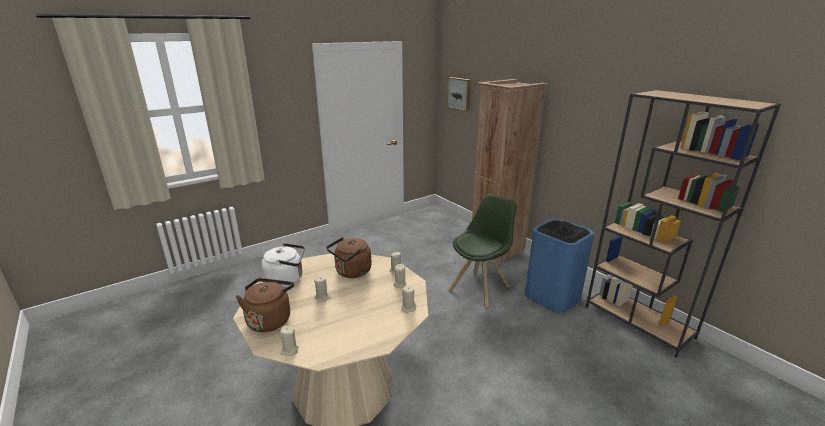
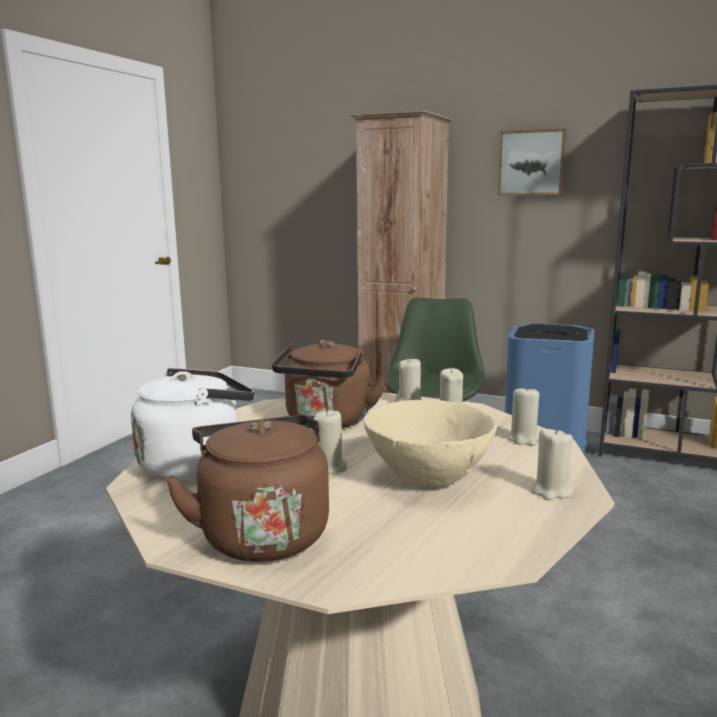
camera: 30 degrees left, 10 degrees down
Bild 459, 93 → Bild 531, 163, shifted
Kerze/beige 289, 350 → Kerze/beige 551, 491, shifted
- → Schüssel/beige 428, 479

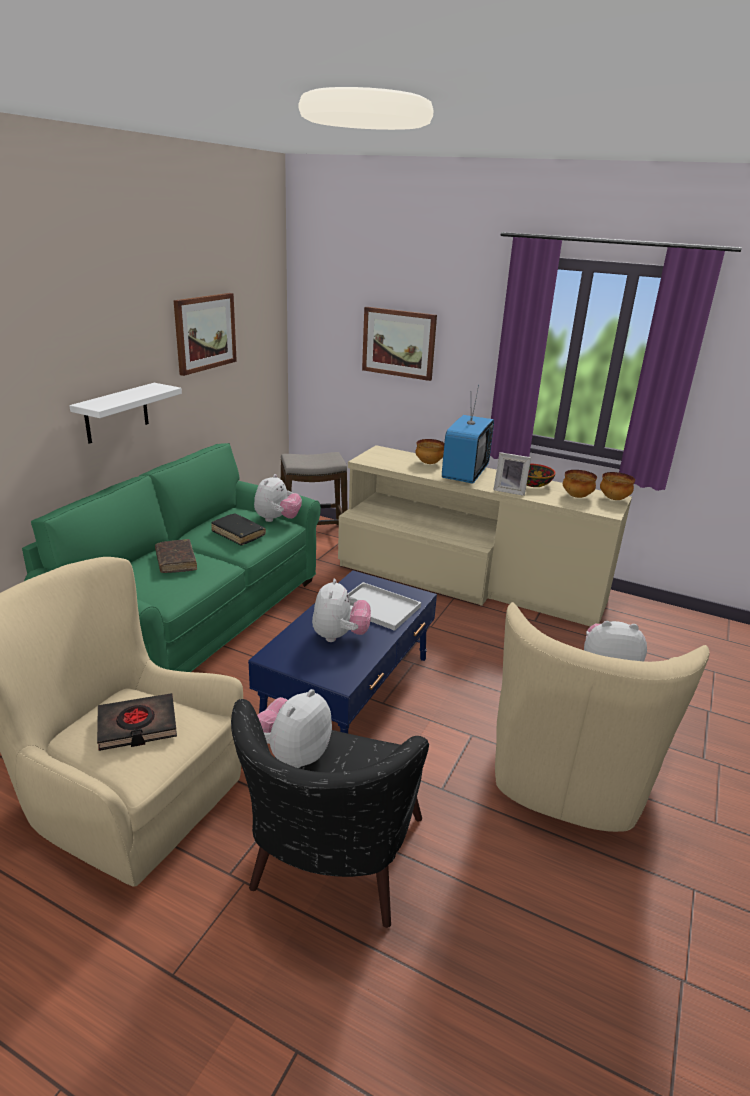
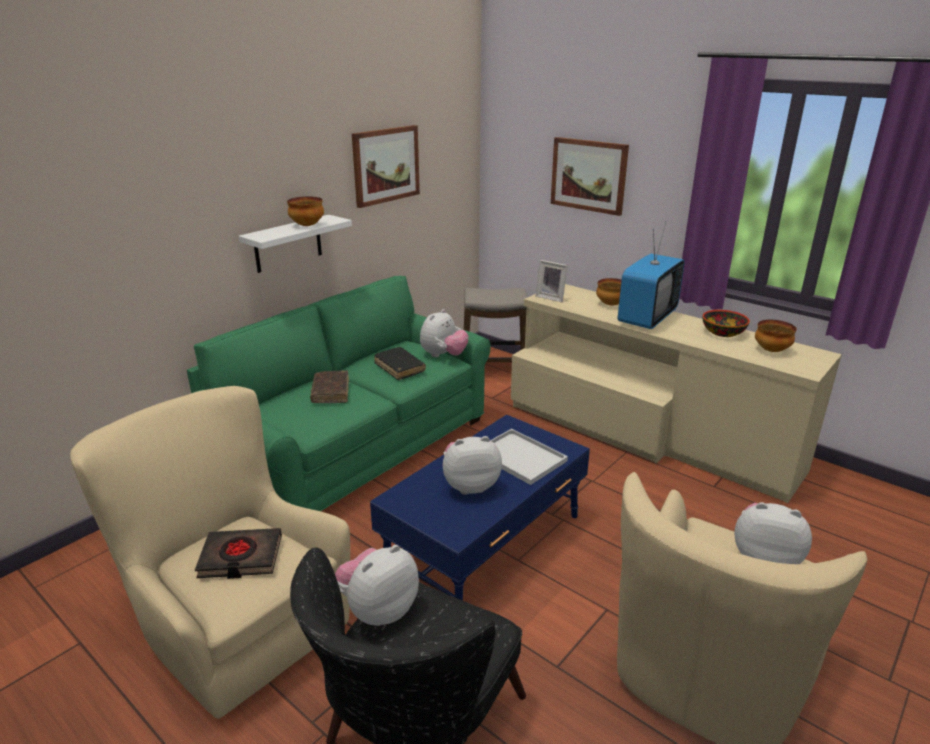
camera: 15 degrees right, 0 degrees up
Bilderrahmen 510, 491 → Bilderrahmen 551, 297, shifted
Schüssel 614, 499 → Schüssel 308, 225, shifted
Plüschtier 340, 636 → Plüschtier 470, 485, 120 degrees counterclockwise

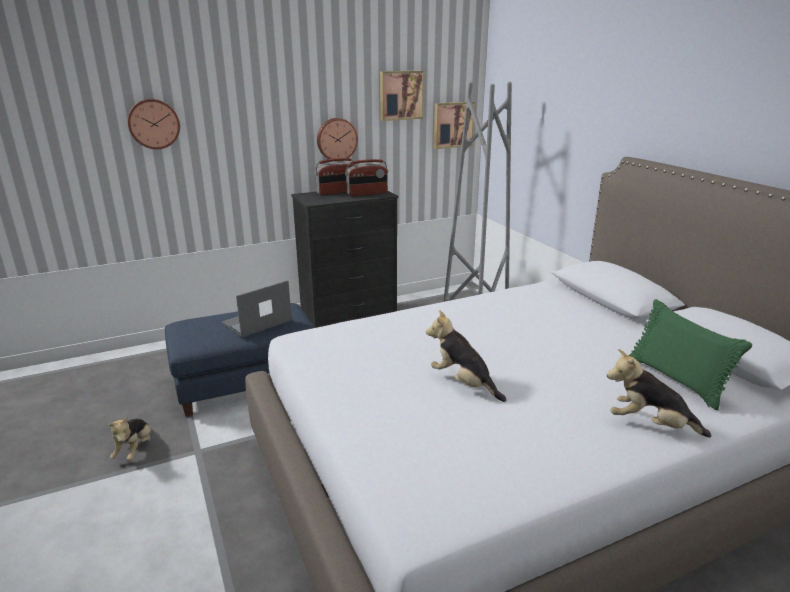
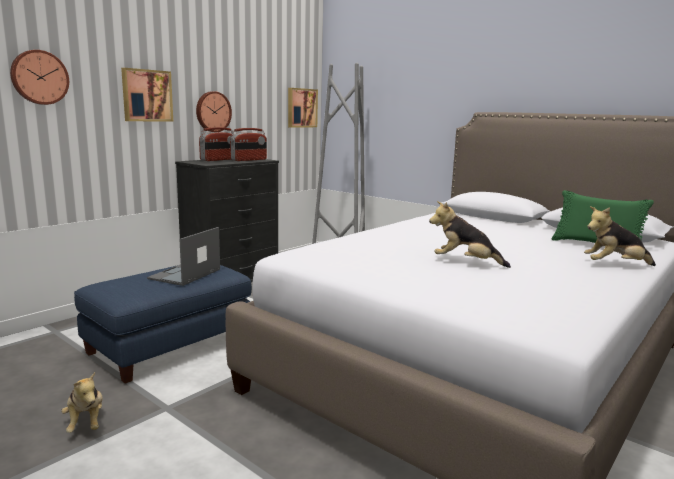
camera: 25 degrees left, 10 degrees down
Bild 401, 95 → Bild 146, 95, shifted

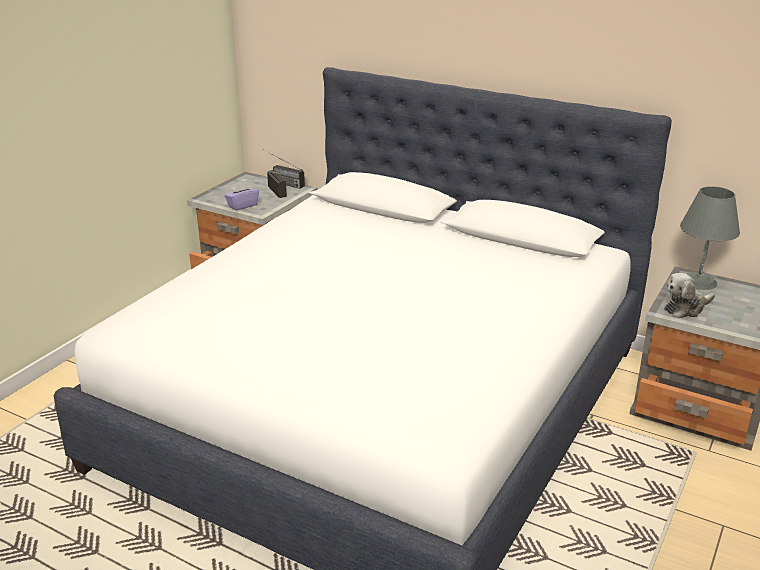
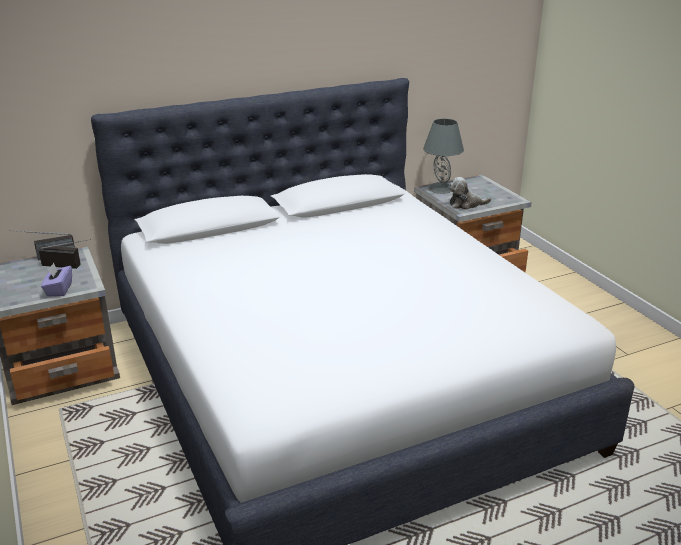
camera: 55 degrees left, 0 degrees up
Plüschtier 686, 308 → Plüschtier 466, 204, 75 degrees clockwise

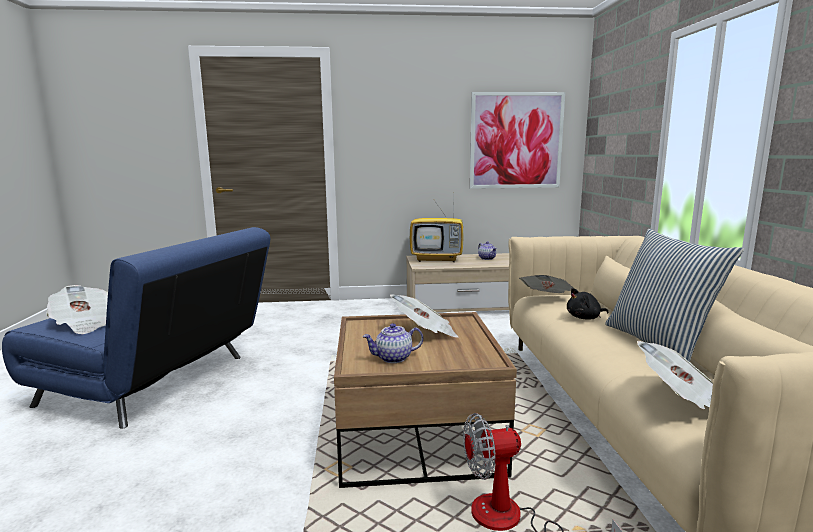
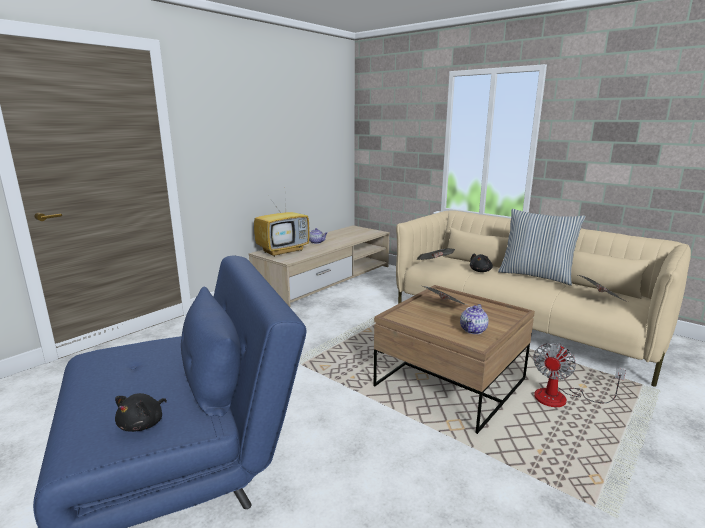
camera: 45 degrees left, 5 degrees up
Bild 516, 141 → -
Zeitung 85, 324 → Plüschtier/schwarz 143, 424

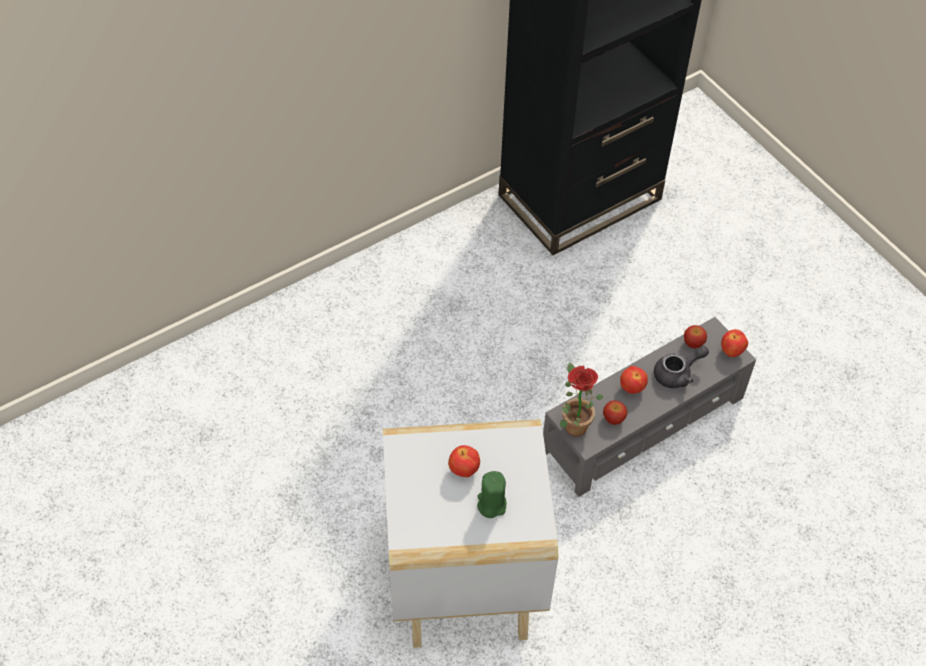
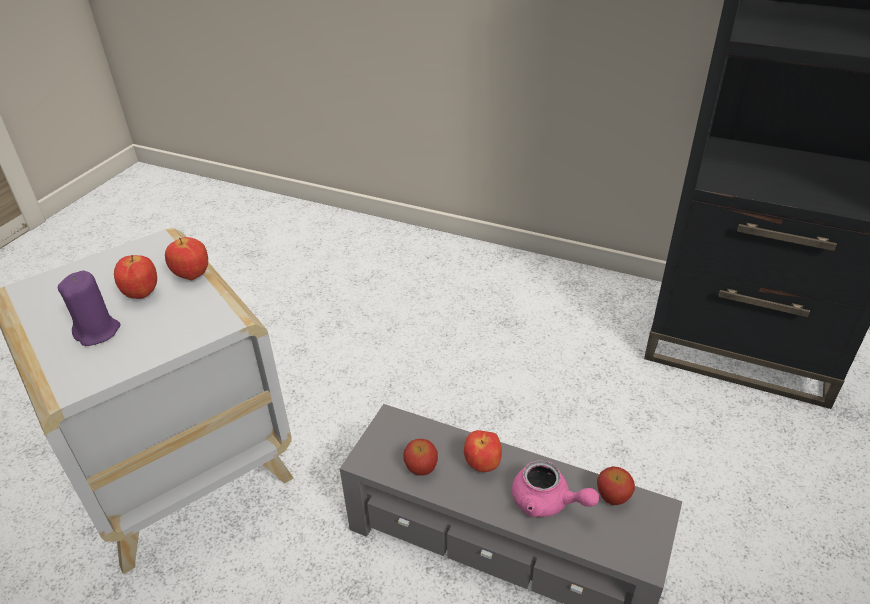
camera: 60 degrees right, 15 degrees down
Apfel 731, 352 → Apfel 191, 276, shifted
Teekanne/grau 677, 374 → Teekanne/rosa 547, 502
Topfpflanze 572, 423 → -
Kerze/grün 491, 504 → Kerze/lila 98, 332

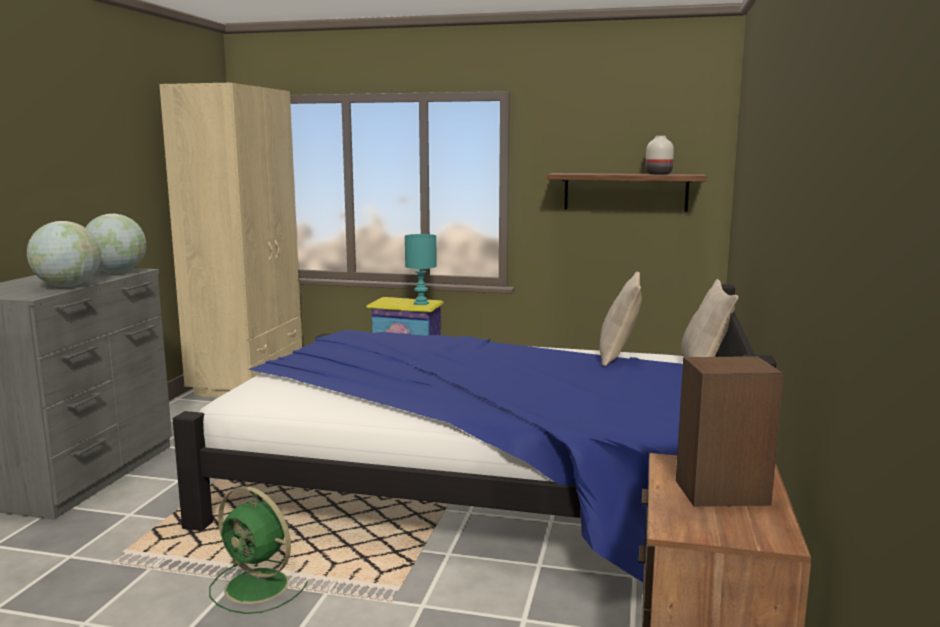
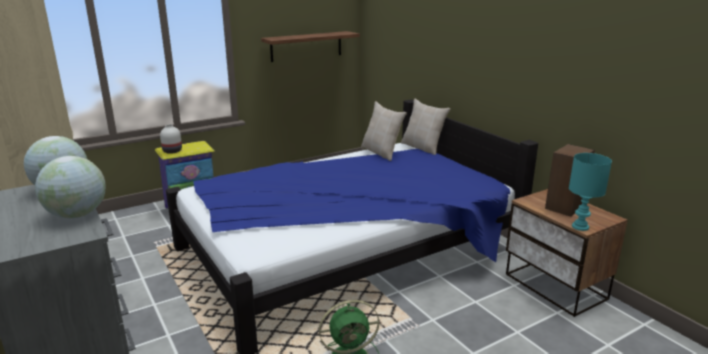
camera: 45 degrees left, 10 degrees up
Vase/weiß 658, 174 → Vase/weiß 172, 151, shifted
Tischlampe/türkis 421, 303 → Tischlampe/türkis 581, 227, shifted

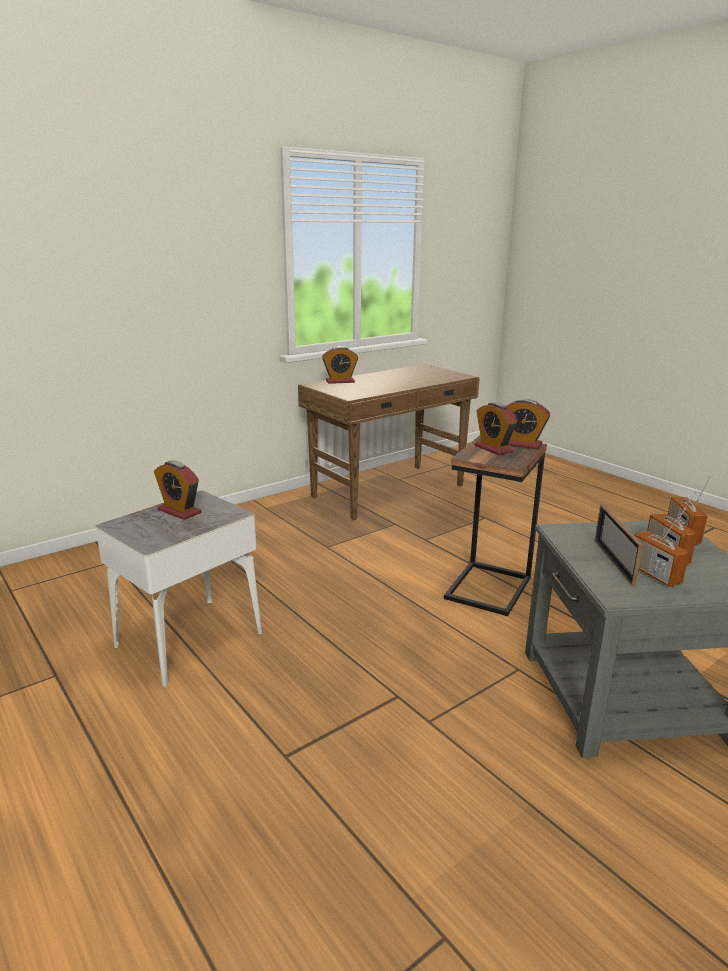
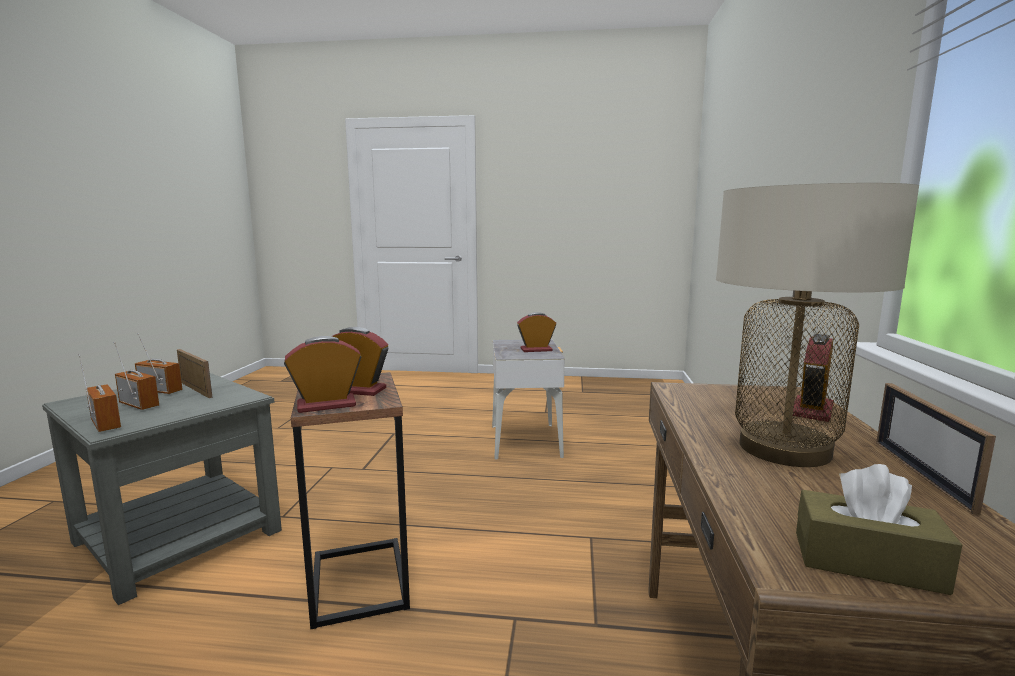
camera: 135 degrees right, 10 degrees down
- → Tischlampe 784, 449
- → Bilderrahmen 921, 473
- → Taschentuchbox/braun 867, 561

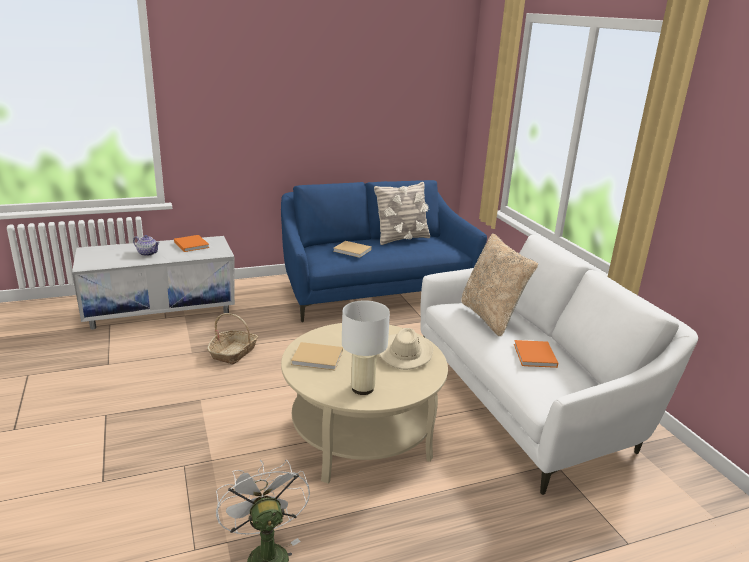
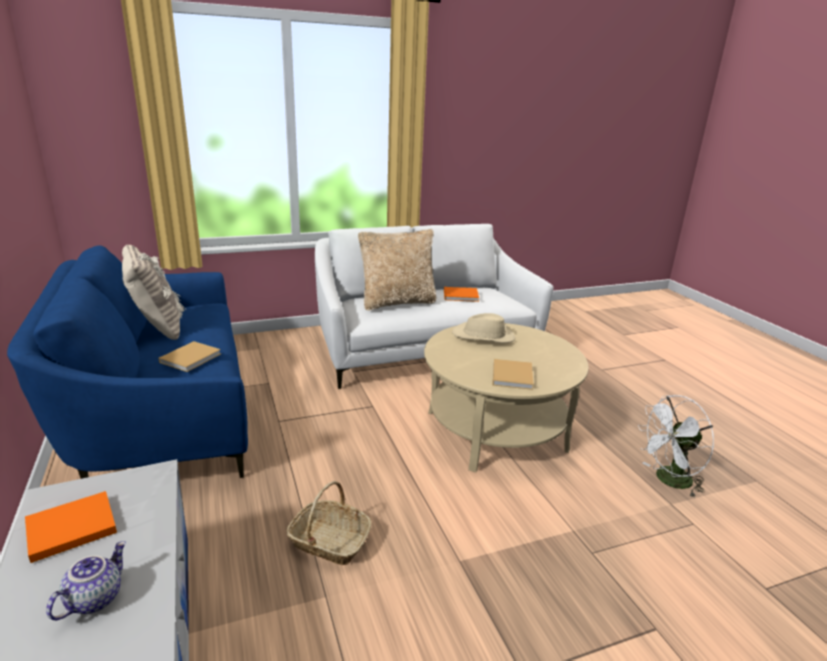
camera: 90 degrees left, 0 degrees up
Tischlampe/weiß 362, 389 → -

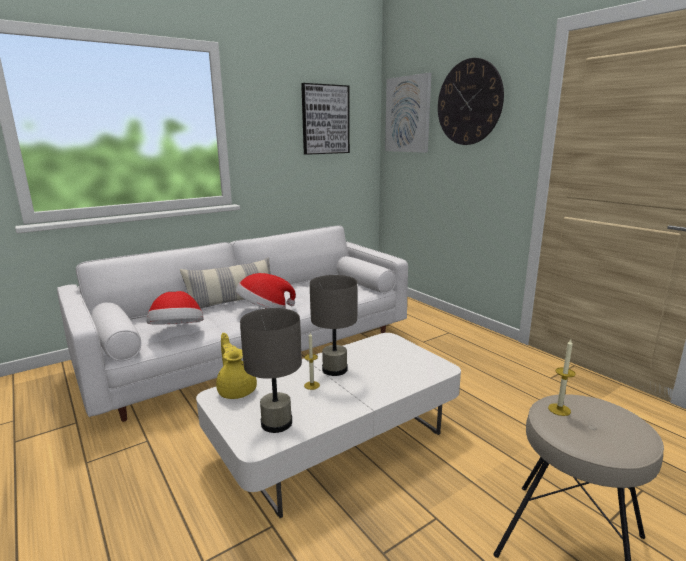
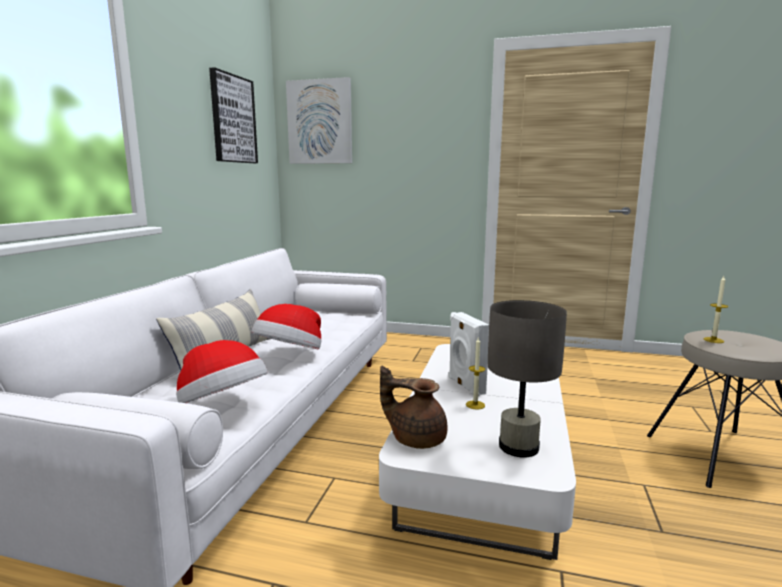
camera: 40 degrees left, 5 degrees down
Wanduhr 469, 102 → -
Tischlampe/grau 335, 370 → Lautsprecher/weiß 465, 386
Teekanne/gelb 237, 390 → Teekanne/braun 416, 438

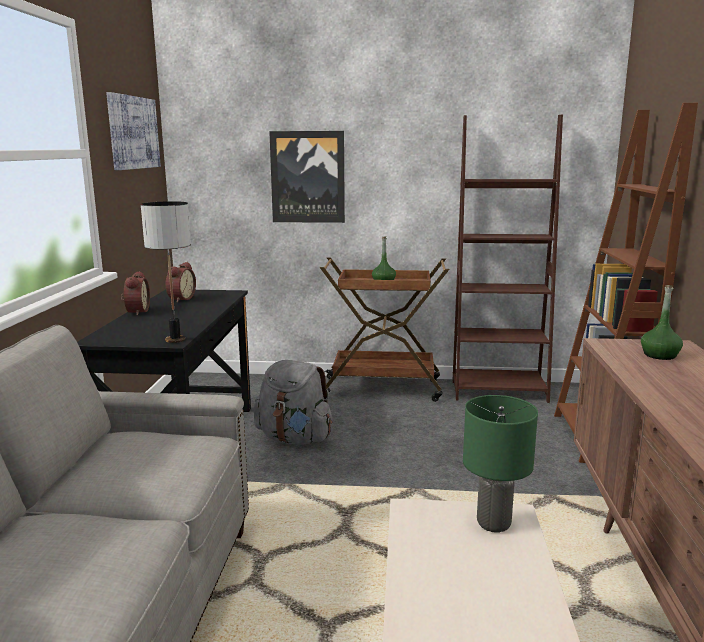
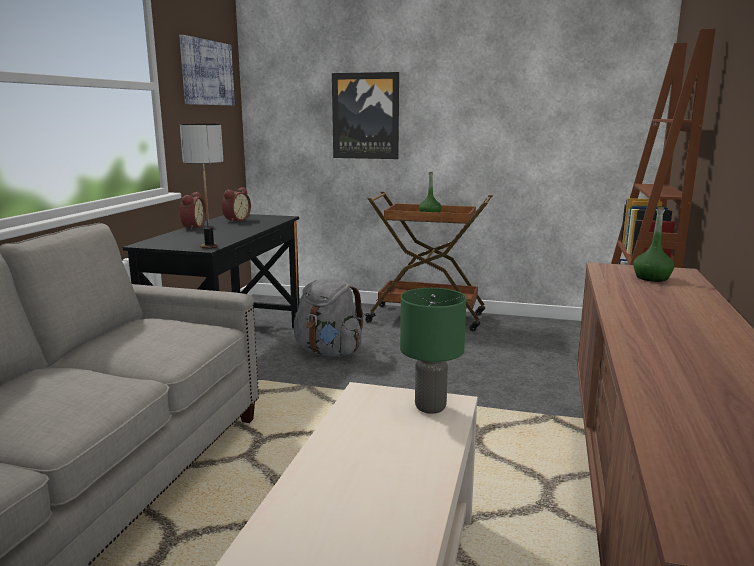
camera: 10 degrees right, 0 degrees up
Bücherregal/braun 498, 391 → -

